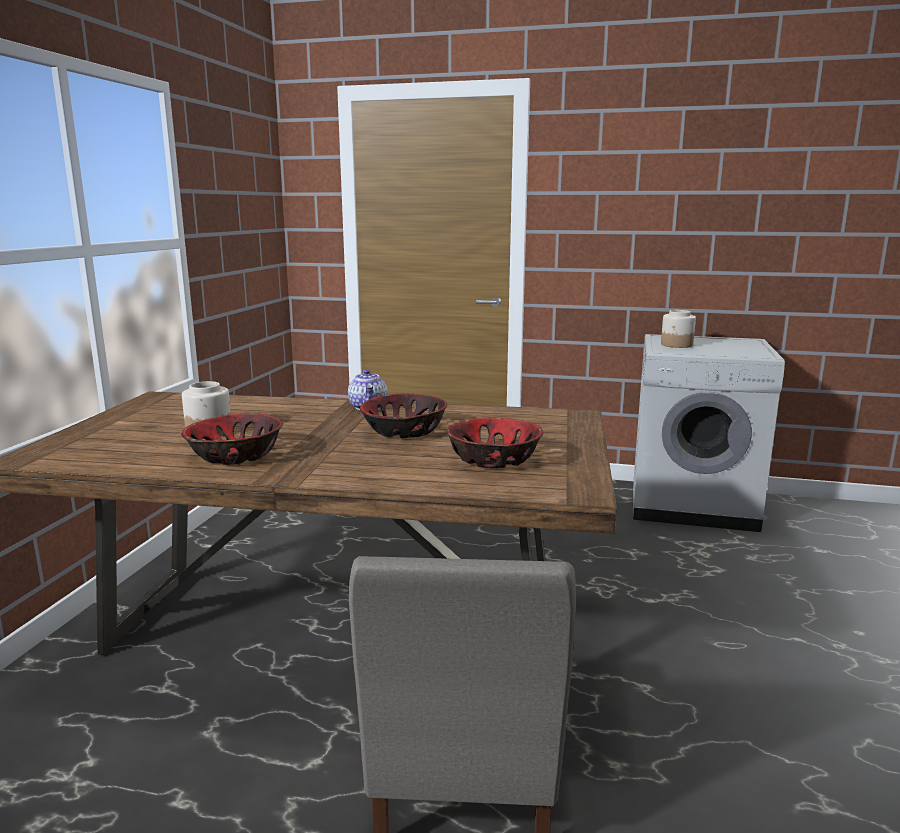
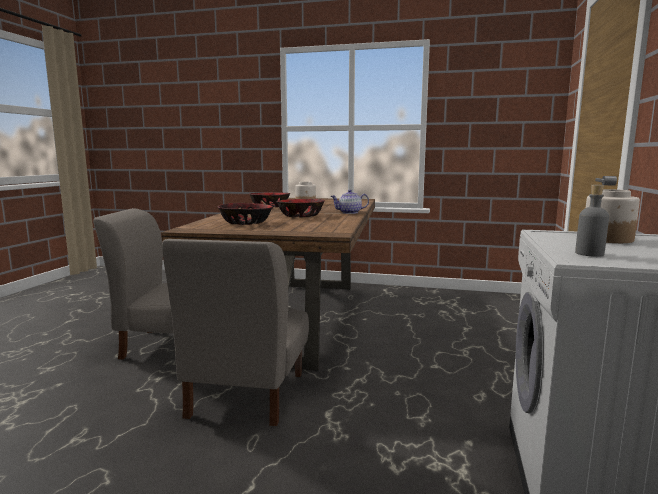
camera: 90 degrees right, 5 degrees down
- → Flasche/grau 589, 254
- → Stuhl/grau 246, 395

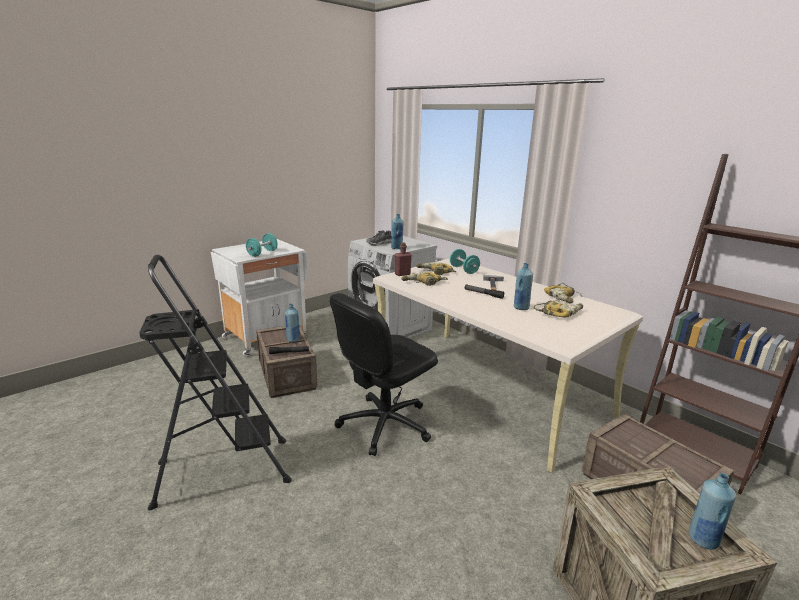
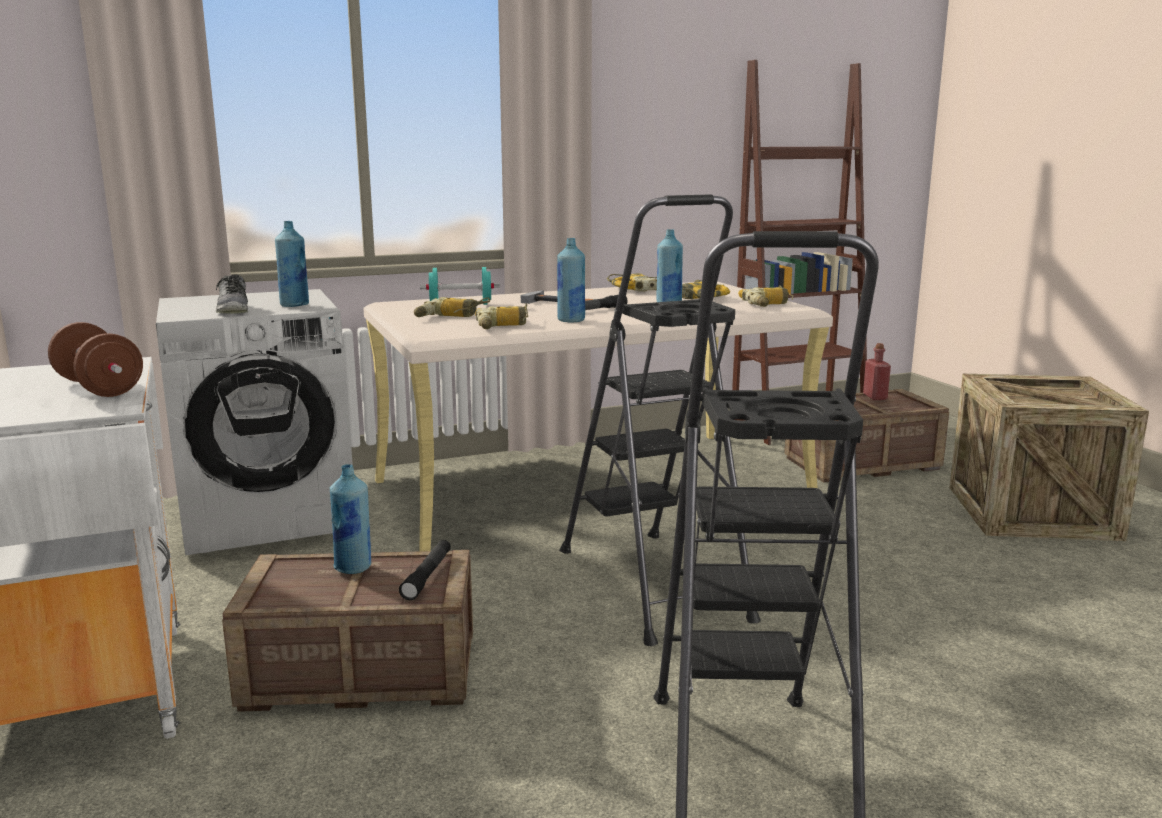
camera: 70 degrees left, 5 degrees down
Hantel/türkis 262, 253 → Hantel/braun 99, 388
Flasche/rot 402, 274 → Flasche/rot 875, 397, shifted
Bürostuhl/schwarz 384, 424 → Trittleiter 653, 584
Flasche/blau 702, 539 → Flasche/blau 571, 320, shifted
- → Bohrmaschine 768, 304

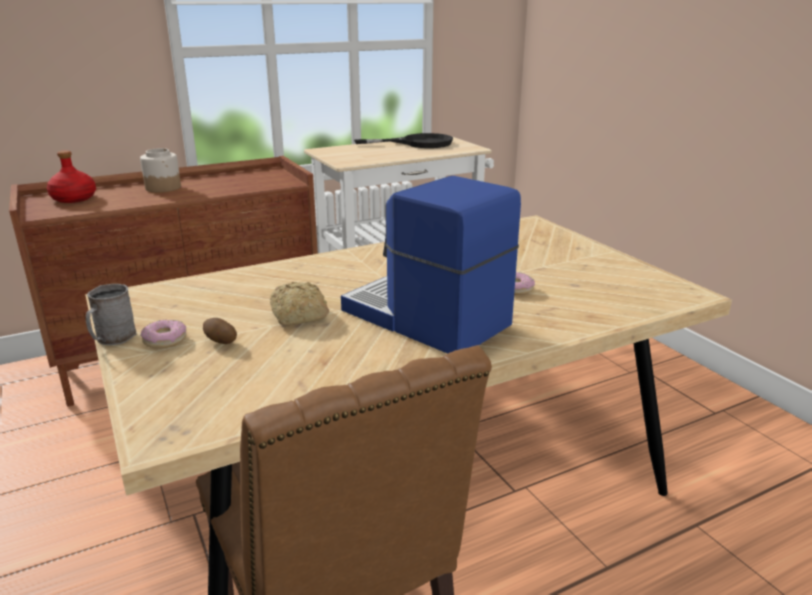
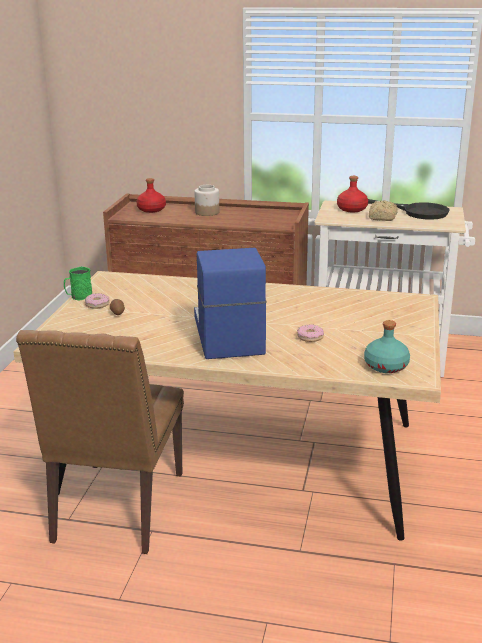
camera: 40 degrees right, 0 degrees up
Brot 298, 315 → Brot 382, 218, shifted
Henkelbecher/grau 112, 339 → Henkelbecher/grün 78, 297
- → Flasche/rot 351, 209
- → Flasche/türkis 386, 366

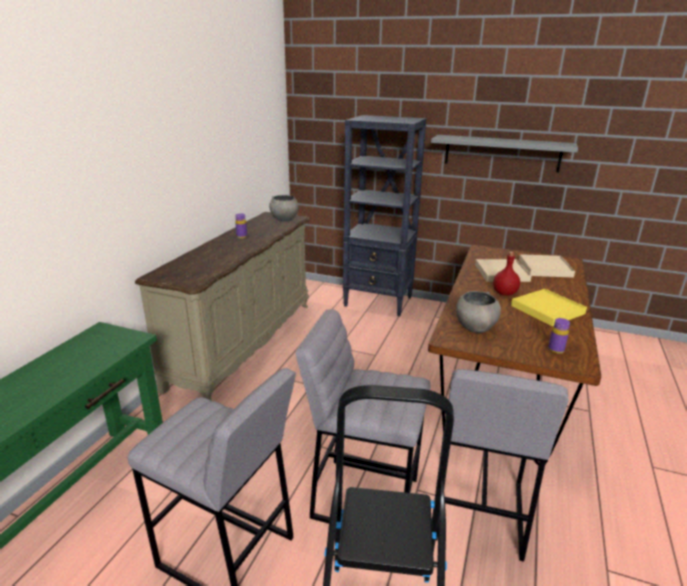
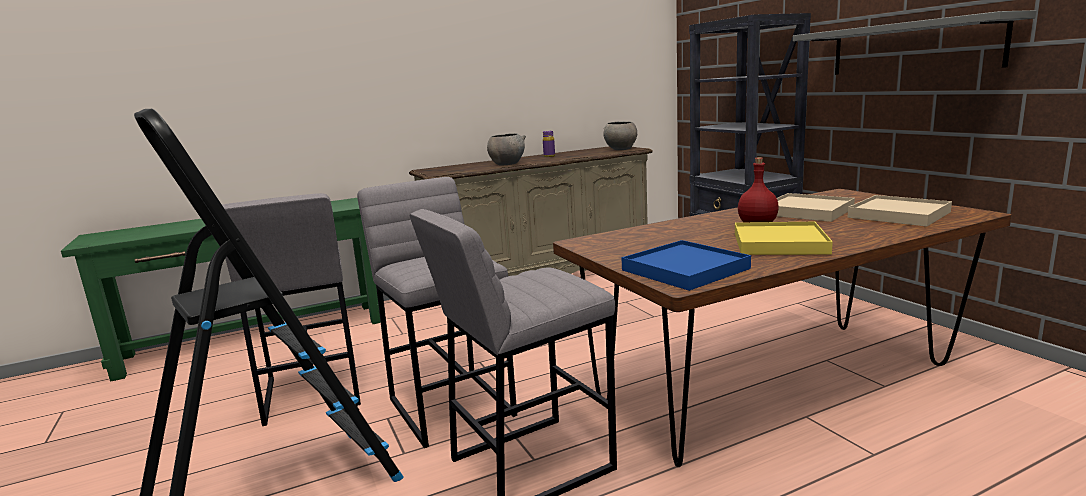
camera: 45 degrees right, 10 degrees down
Schüssel/grau 475, 327 → Schüssel/grau 507, 164, shifted
Flasche/lila 556, 350 → Tablett/blau 684, 269

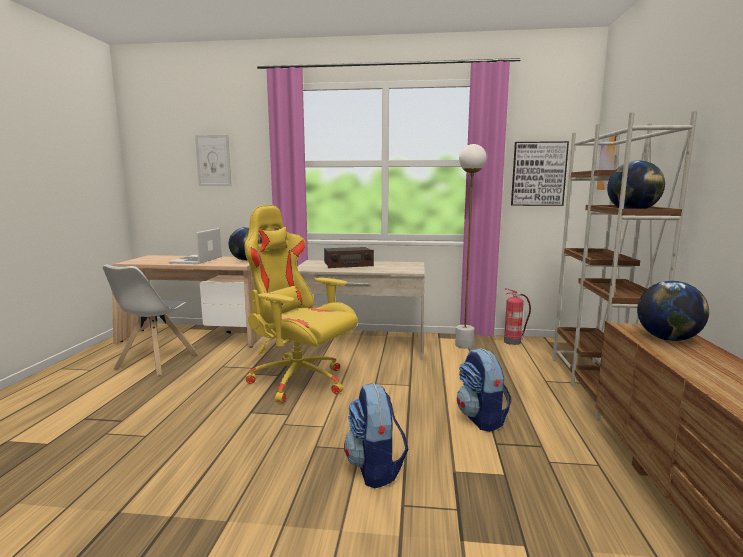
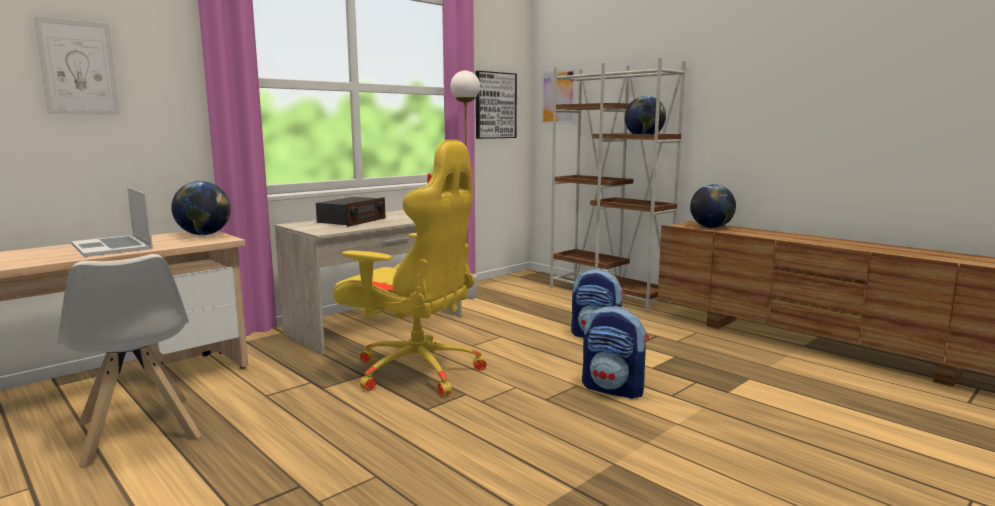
camera: 50 degrees left, 0 degrees up
Bürostuhl/gelb 304, 383 → Bürostuhl/gelb 409, 370, 135 degrees counterclockwise
Feuerlöscher 513, 342 → -

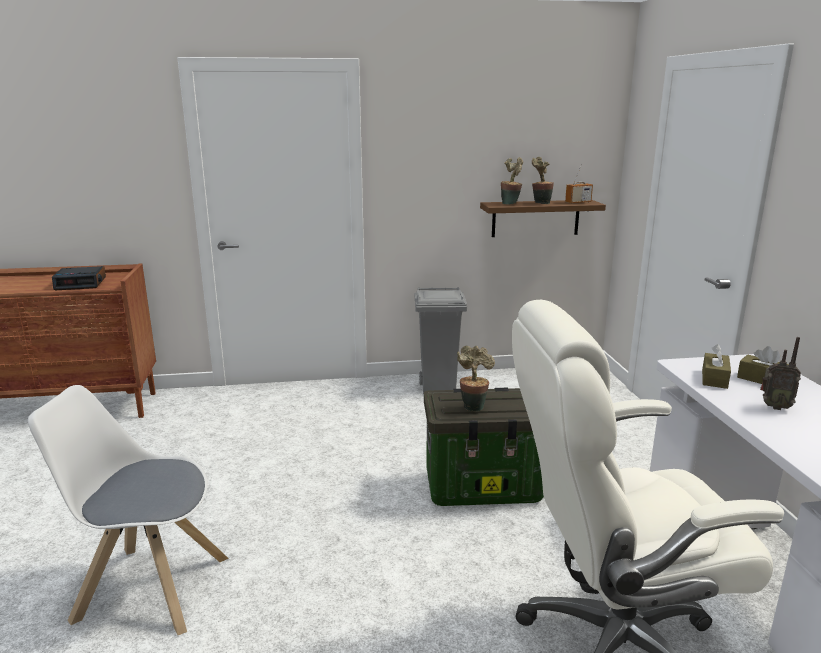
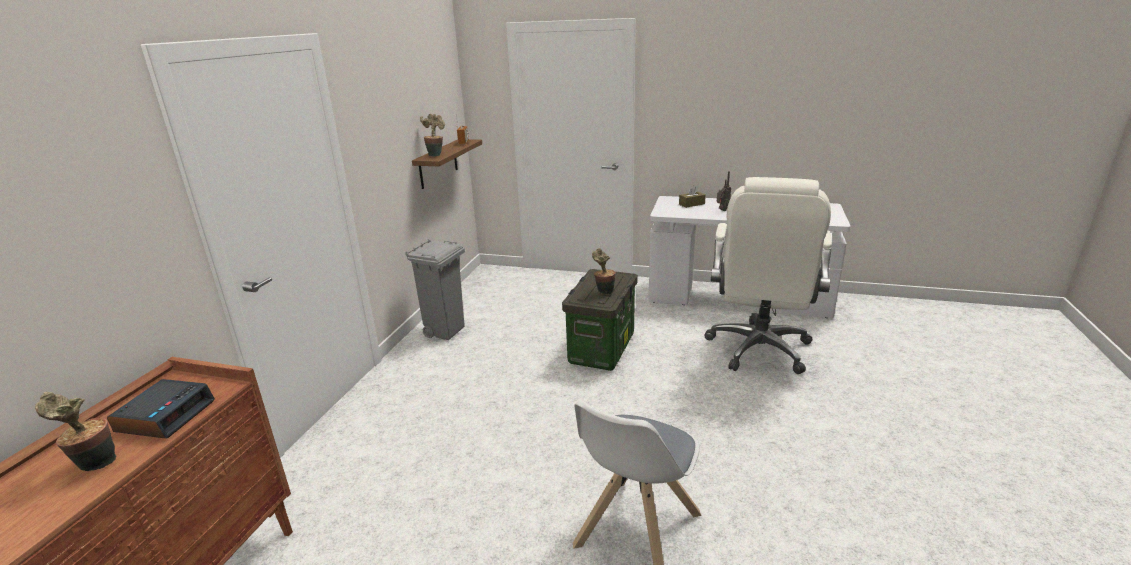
camera: 65 degrees left, 5 degrees up
Topfpflanze 540, 203 → Topfpflanze 94, 464, shifted
Taschentuchbox/braun 714, 378 → -

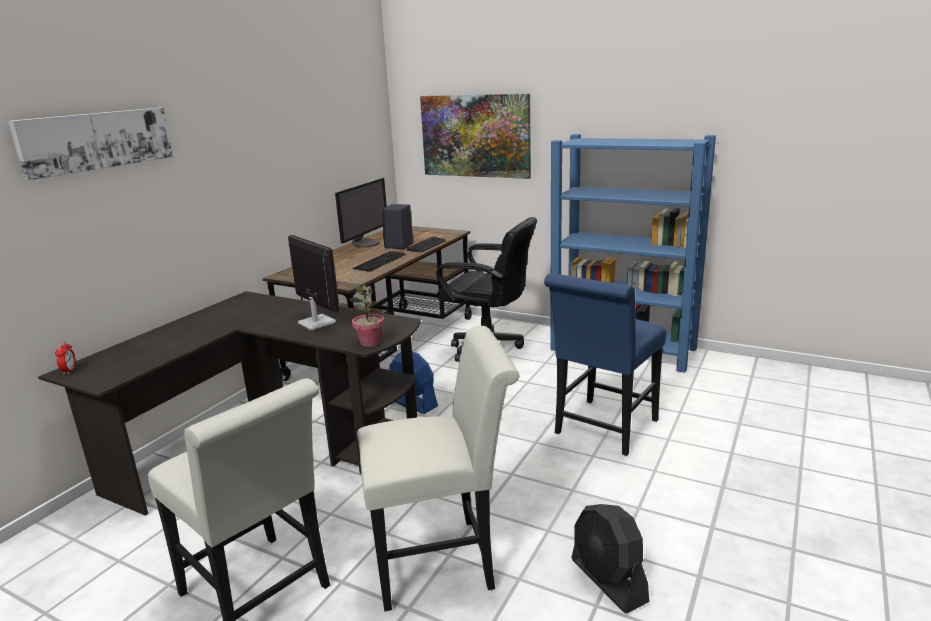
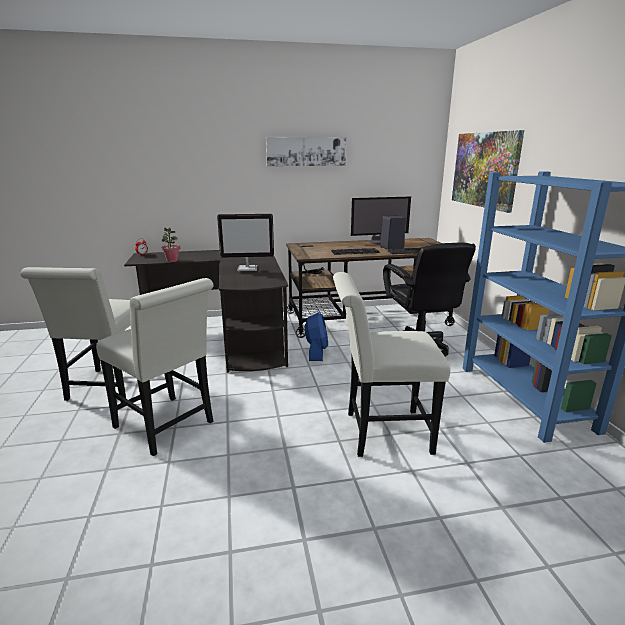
camera: 50 degrees right, 0 degrees up
Bild 97, 140 → Bild 306, 151, shifted
Monitor 316, 322 → Monitor 248, 268, 75 degrees clockwise
Stuhl/blau 602, 430 → Stuhl/weiß 380, 432
Topfpflanze 370, 343 → Topfpflanze 172, 260, shifted
Ventilator/schwarz 608, 581 → -

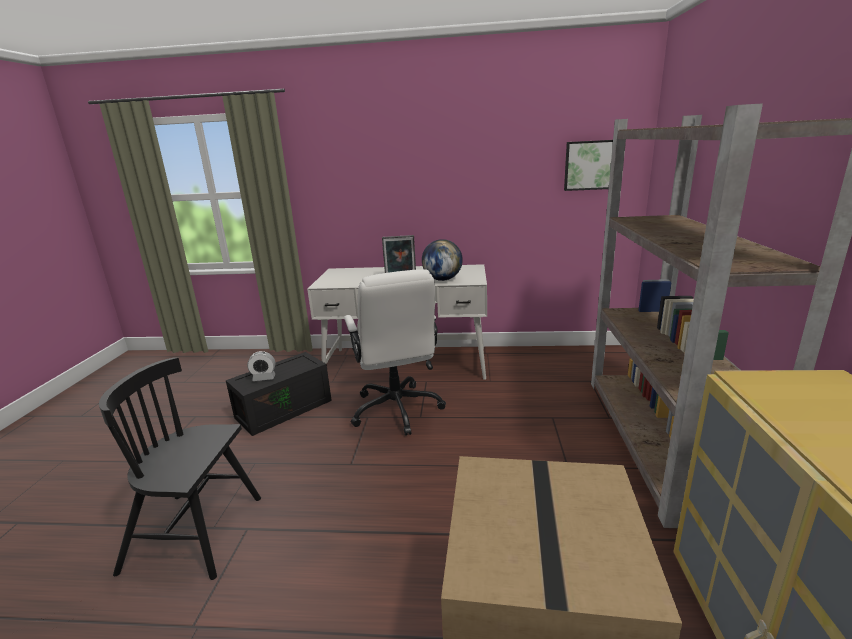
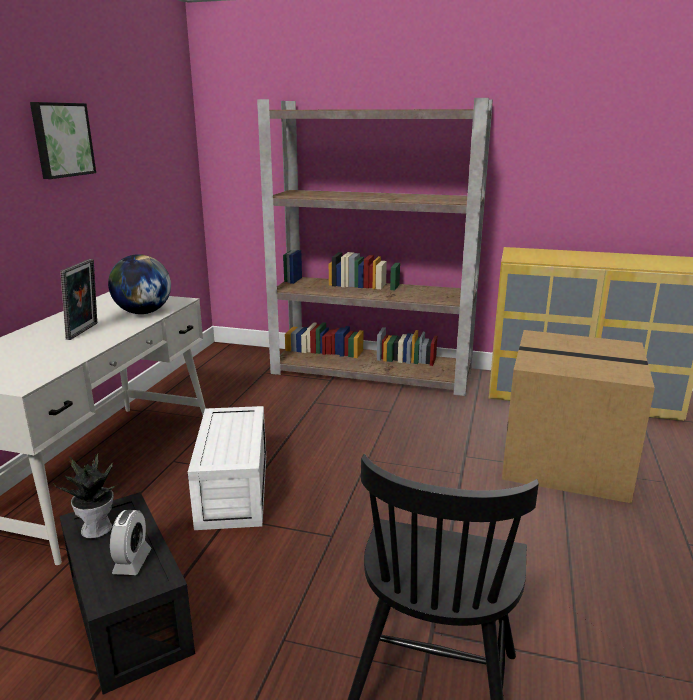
camera: 80 degrees left, 0 degrees up
Bild 588, 165 → Bild 61, 140, shifted
Bürostuhl/weiß 398, 412 → Aufbewahrungsbox/weiß 235, 490
- → Topfpflanze 98, 528

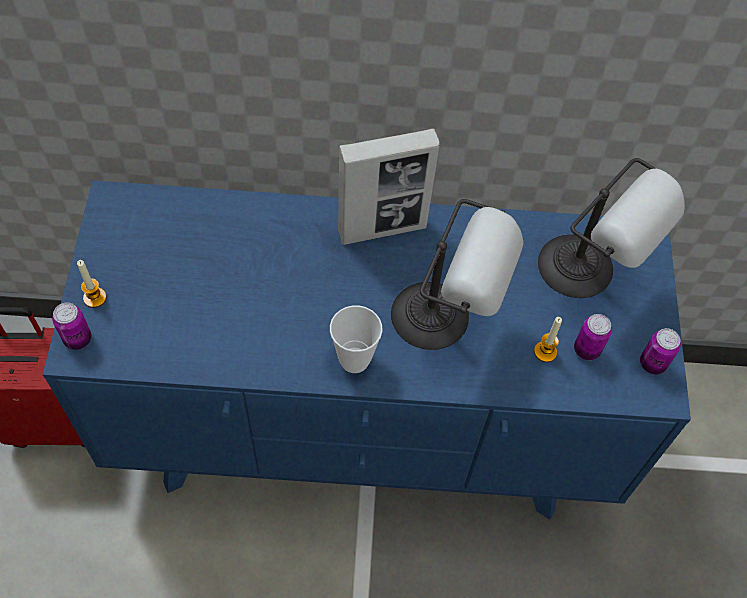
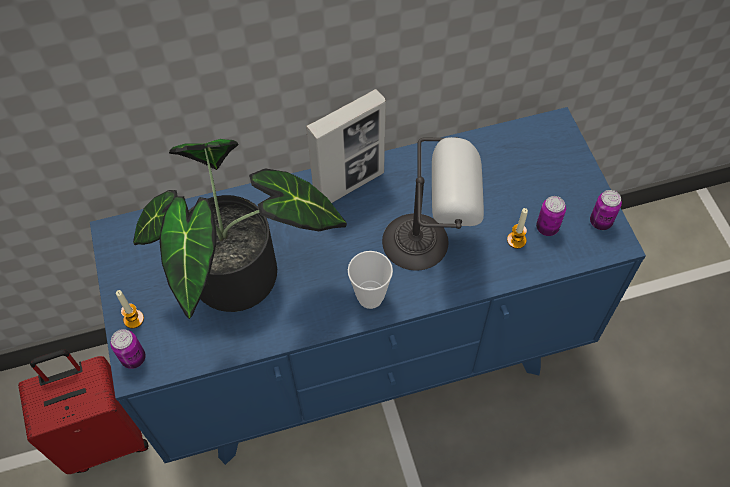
camera: 15 degrees left, 0 degrees up
Tischlampe 590, 273 → -
- → Topfpflanze 244, 280

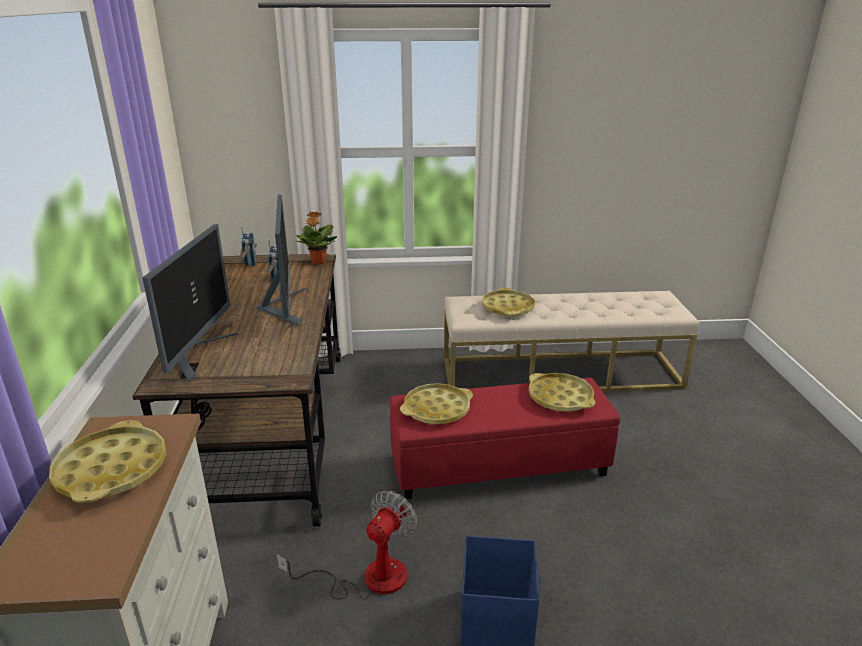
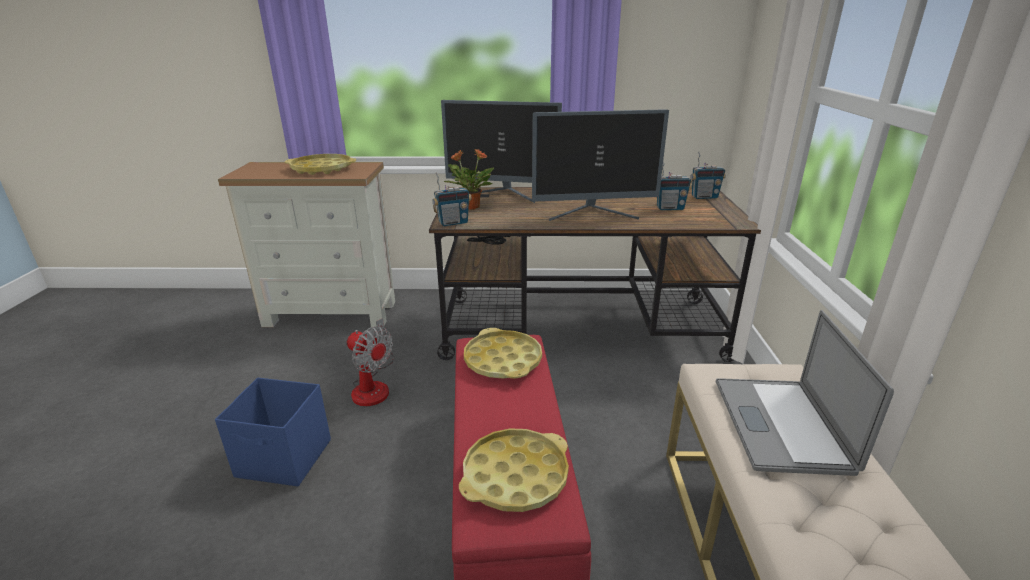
camera: 95 degrees right, 0 degrees up
Topfpflanze 318, 262 → Topfpflanze 470, 207, shifted
Tablett/gelb 508, 307 → Laptop 780, 424
- → Radio 453, 223

